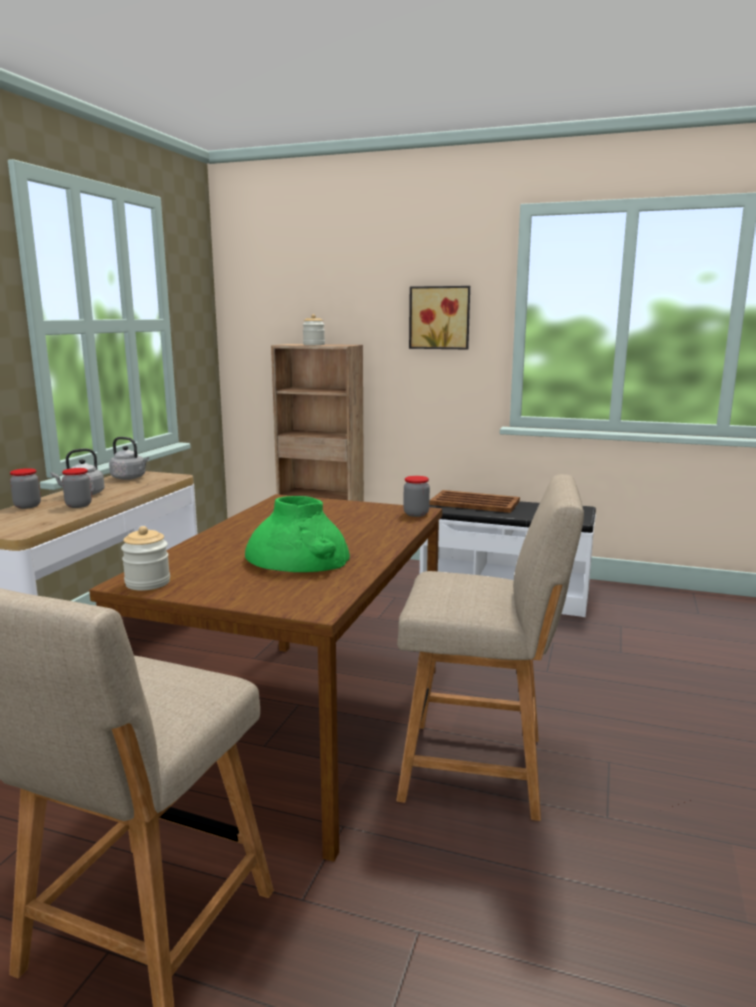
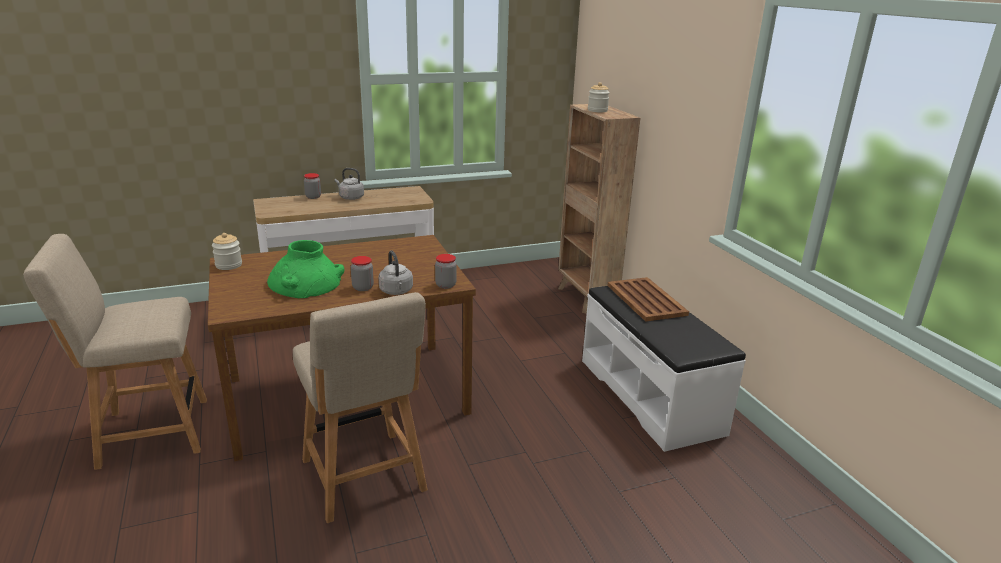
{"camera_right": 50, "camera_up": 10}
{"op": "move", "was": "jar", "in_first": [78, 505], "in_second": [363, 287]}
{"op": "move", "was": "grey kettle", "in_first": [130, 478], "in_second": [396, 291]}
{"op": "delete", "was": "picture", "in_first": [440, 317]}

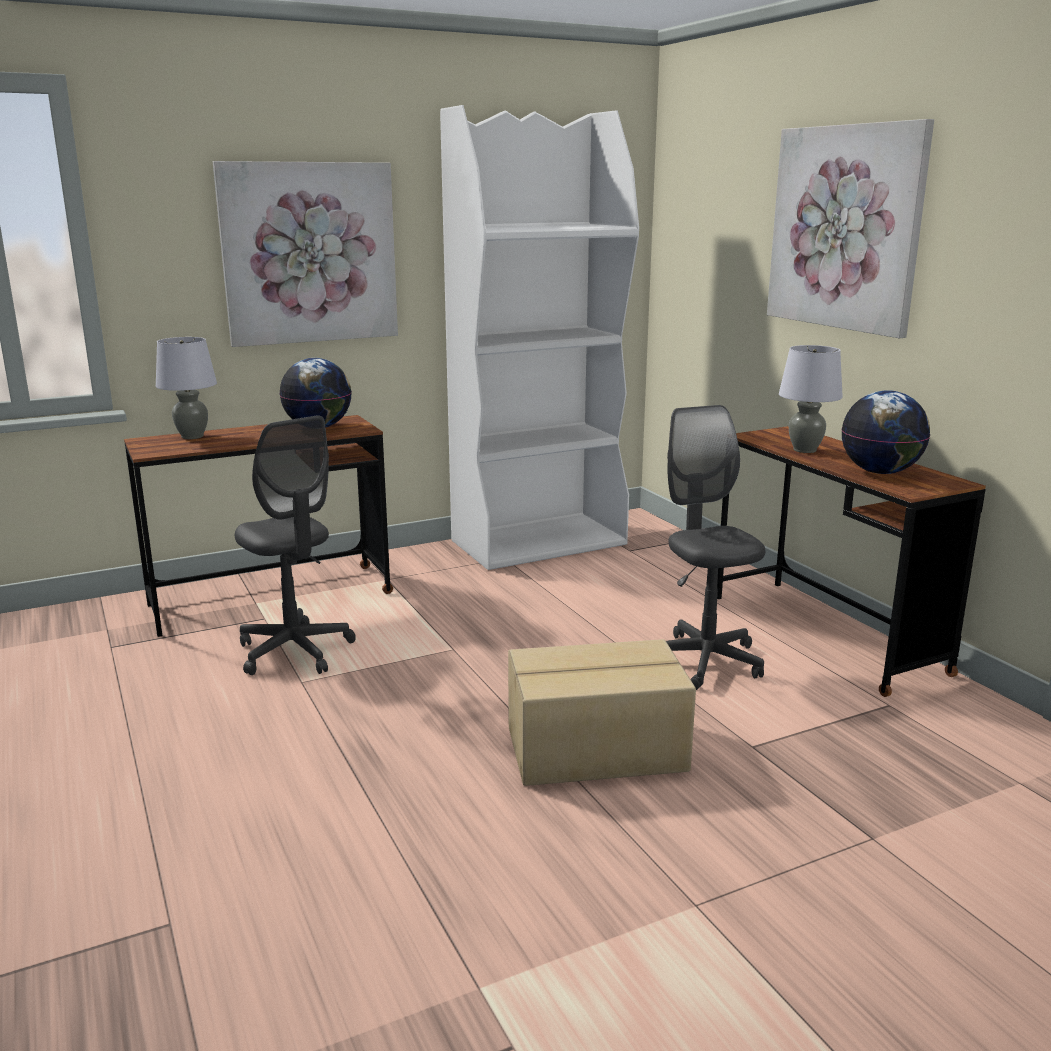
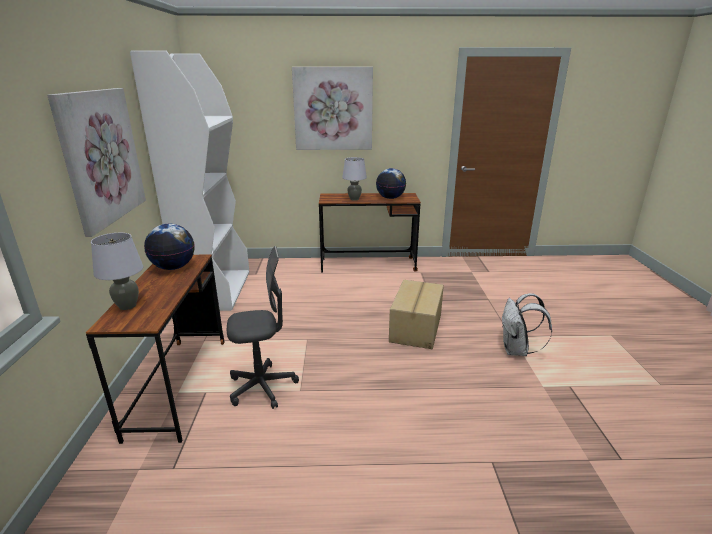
{"camera_right": -65, "camera_up": 5}
{"op": "delete", "was": "grey office chair", "in_first": [704, 661]}
{"op": "insert", "now": "white backpack", "in_second": [517, 351]}

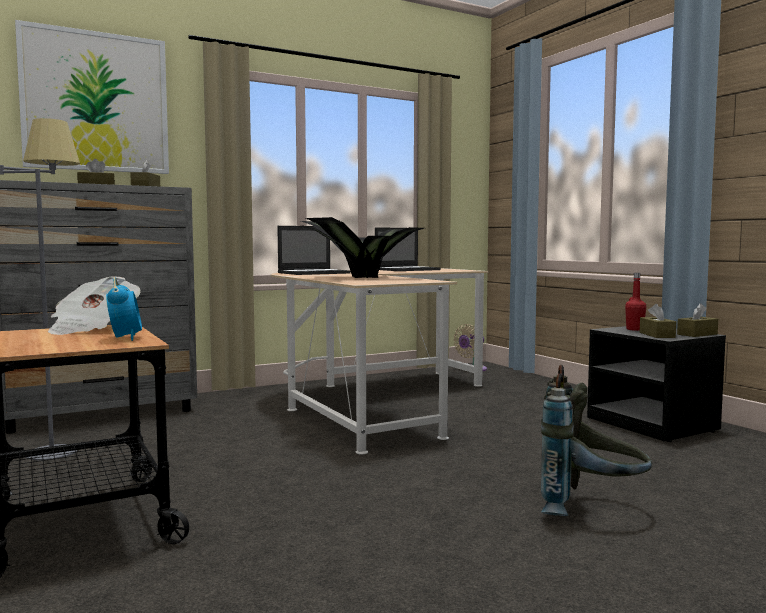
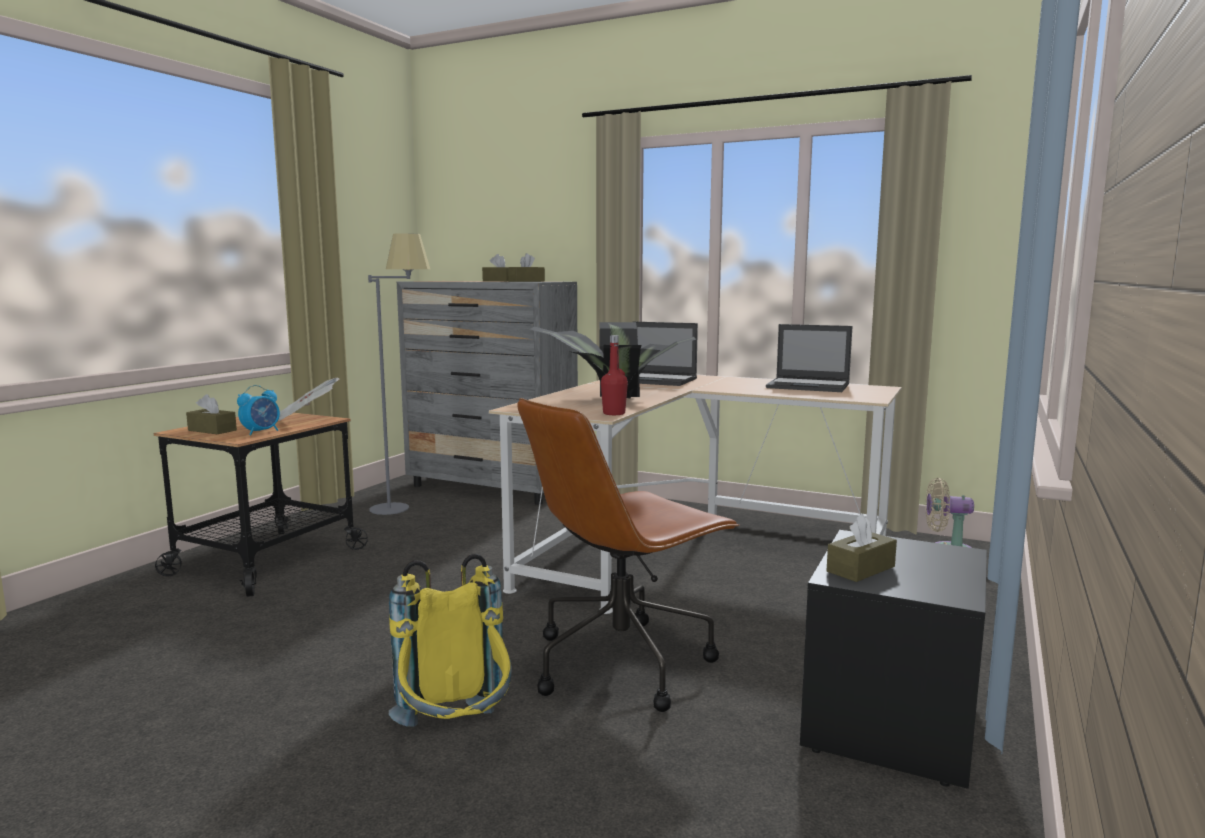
{"camera_right": 55, "camera_up": 5}
{"op": "delete", "was": "picture", "in_first": [96, 102]}
{"op": "recolor", "was": "grey backpack", "now": "yellow backpack", "in_first": [589, 508], "in_second": [456, 737]}
{"op": "move", "was": "red bottle", "in_first": [634, 329], "in_second": [614, 413]}
{"op": "move", "was": "brown tissue box", "in_first": [697, 334], "in_second": [212, 430]}
{"op": "insert", "now": "brown office chair", "in_second": [623, 662]}

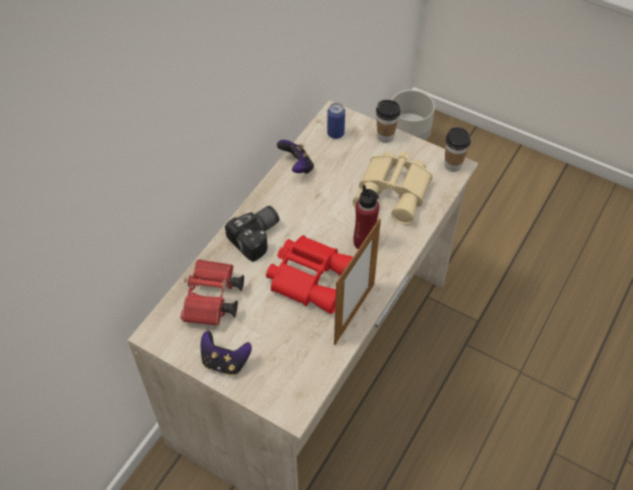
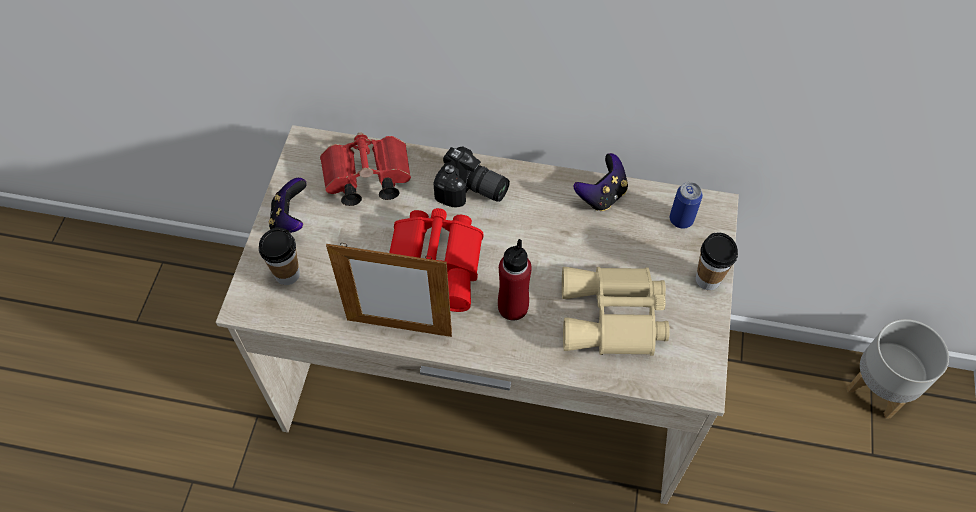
{"camera_right": 70, "camera_up": 5}
{"op": "move", "was": "cup", "in_first": [453, 165], "in_second": [287, 274]}

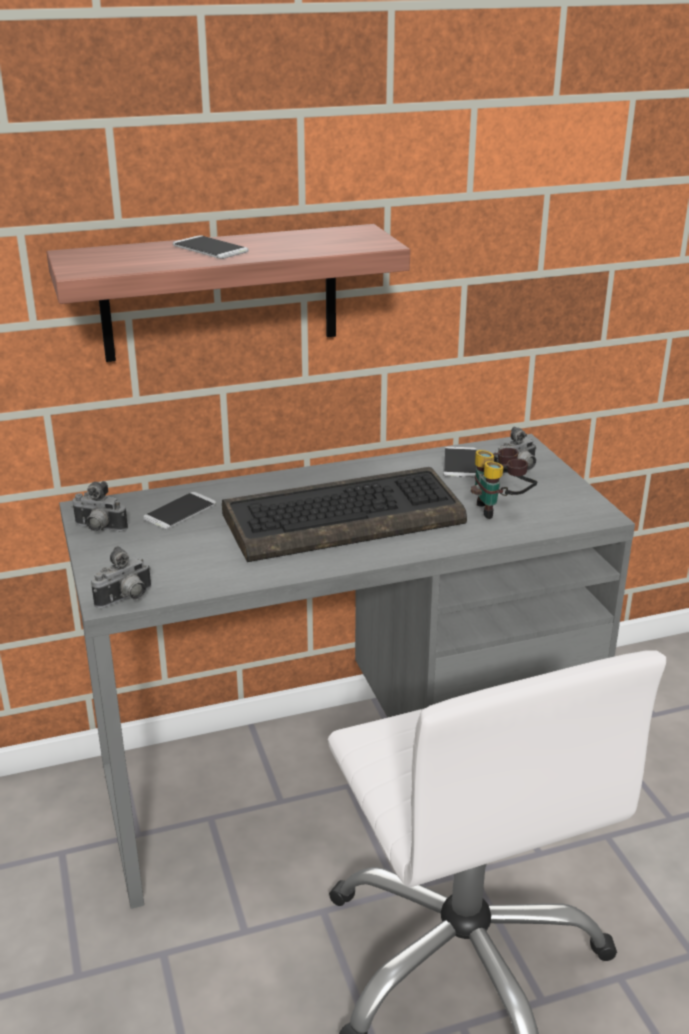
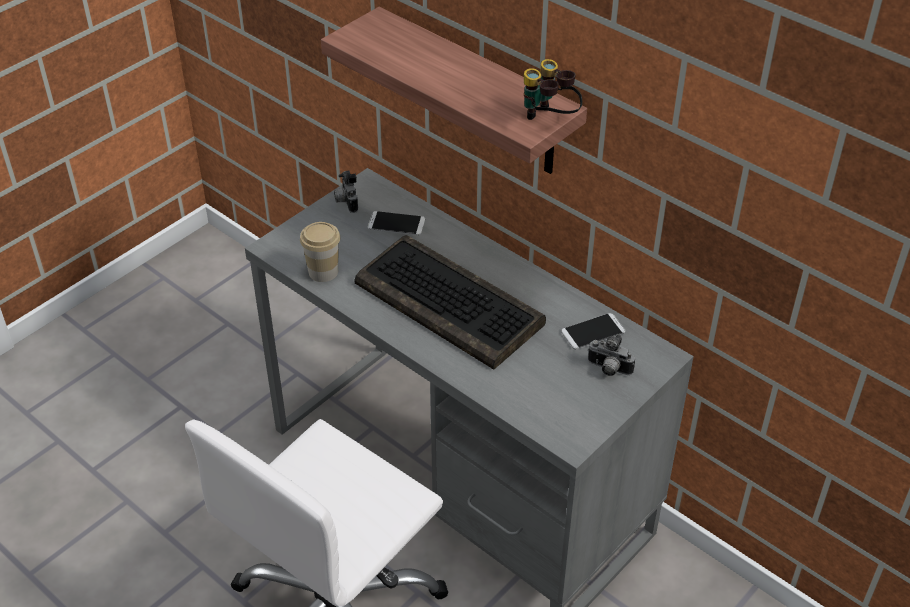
{"camera_right": 60, "camera_up": 15}
{"op": "delete", "was": "photo camera", "in_first": [126, 599]}
{"op": "delete", "was": "phone", "in_first": [210, 248]}
{"op": "move", "was": "binoculars", "in_first": [500, 509], "in_second": [549, 120]}
{"op": "insert", "now": "cup", "in_second": [323, 272]}

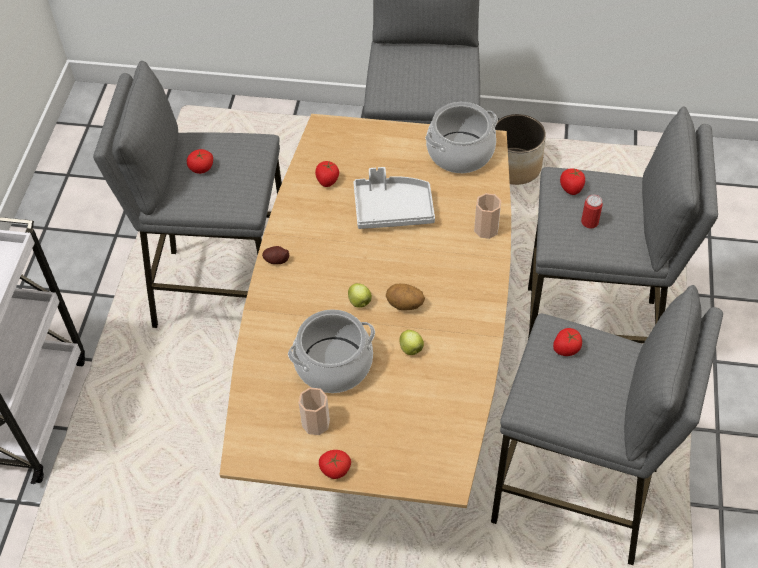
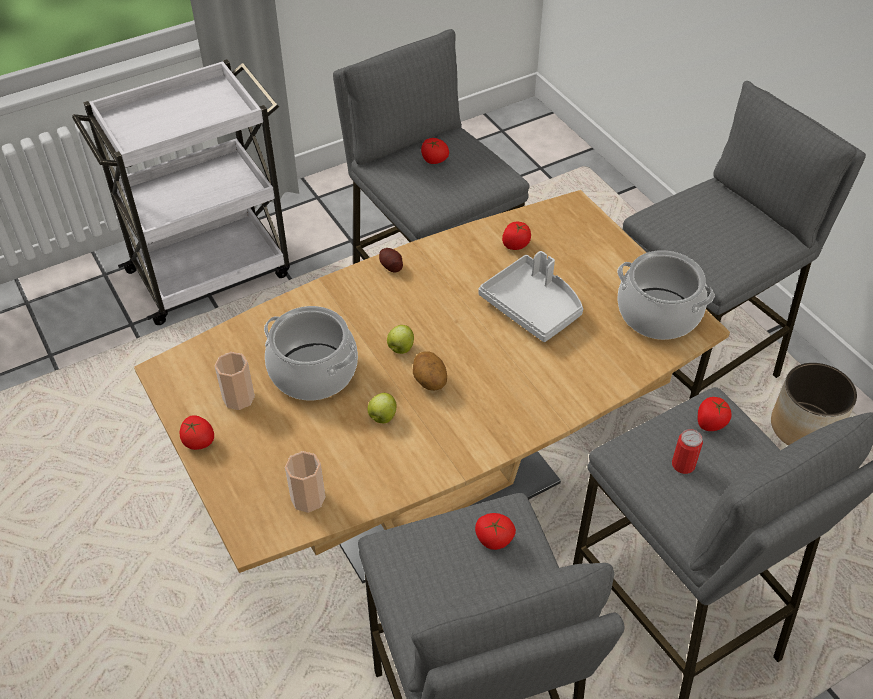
{"camera_right": 50, "camera_up": -5}
{"op": "move", "was": "cup", "in_first": [486, 229], "in_second": [308, 498]}

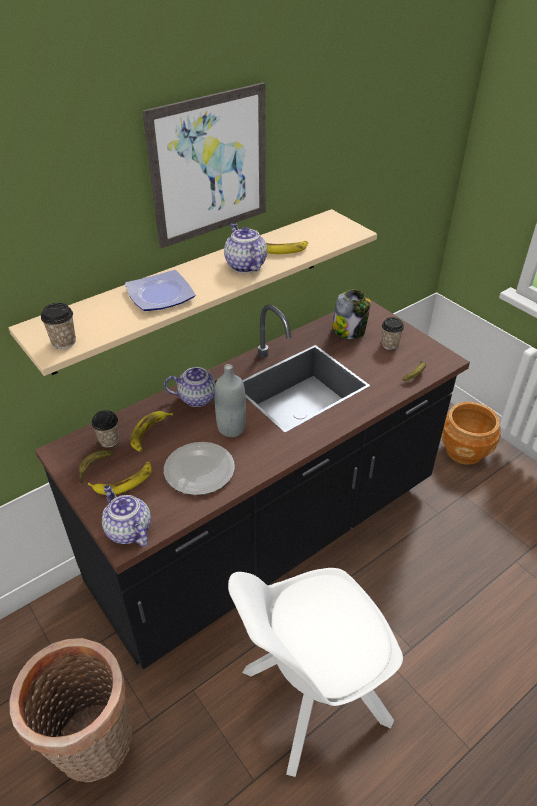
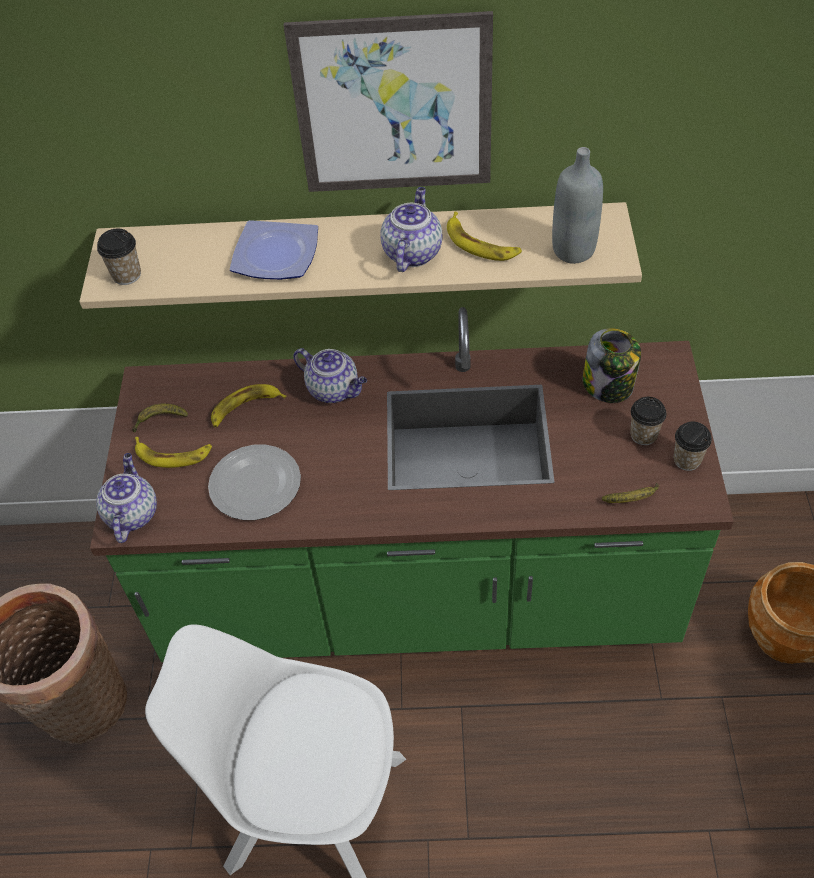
{"camera_right": 40, "camera_up": 10}
{"op": "recolor", "was": "black counter", "now": "green counter", "in_first": [268, 534], "in_second": [419, 593]}
{"op": "move", "was": "cup", "in_first": [109, 440], "in_second": [687, 460]}
{"op": "move", "was": "grey bottle", "in_first": [231, 428], "in_second": [573, 250]}

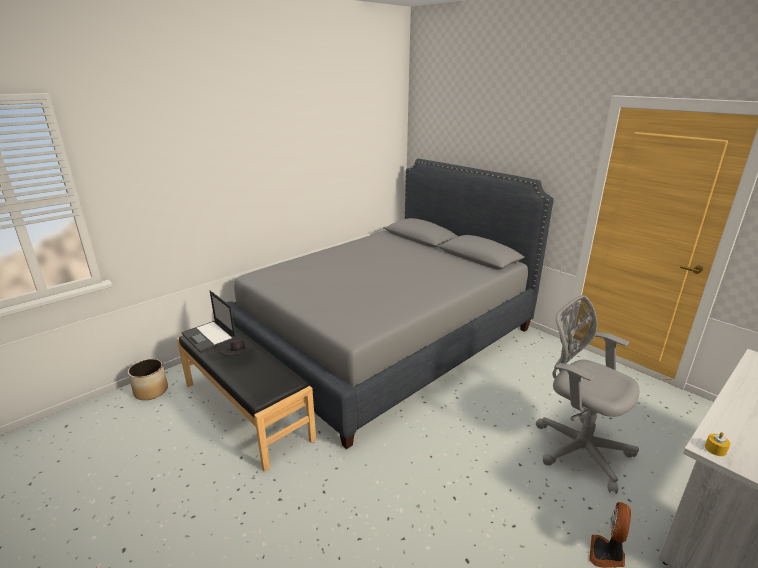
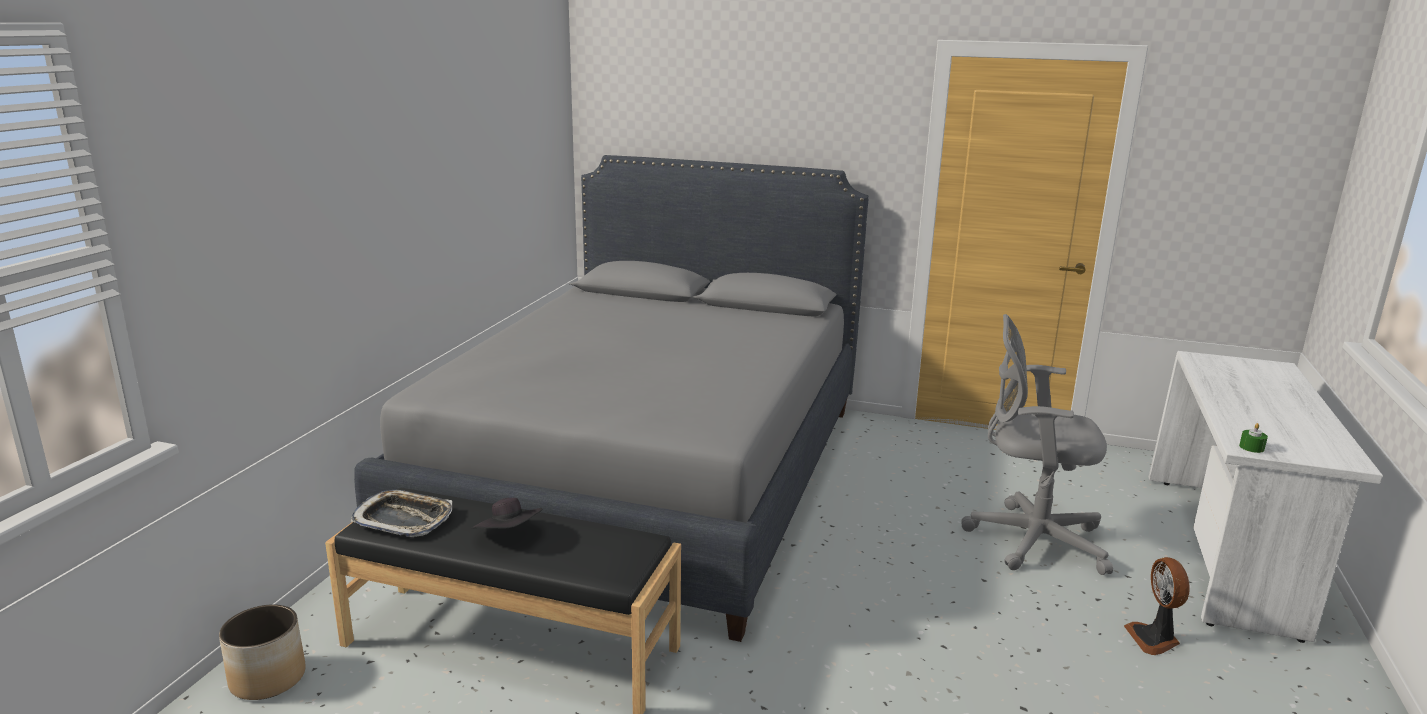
{"camera_right": -30, "camera_up": -5}
{"op": "replace", "was": "laptop", "now": "tray", "in_first": [209, 336], "in_second": [404, 519]}
{"op": "recolor", "was": "yellow candle", "now": "green candle", "in_first": [715, 449], "in_second": [1251, 447]}

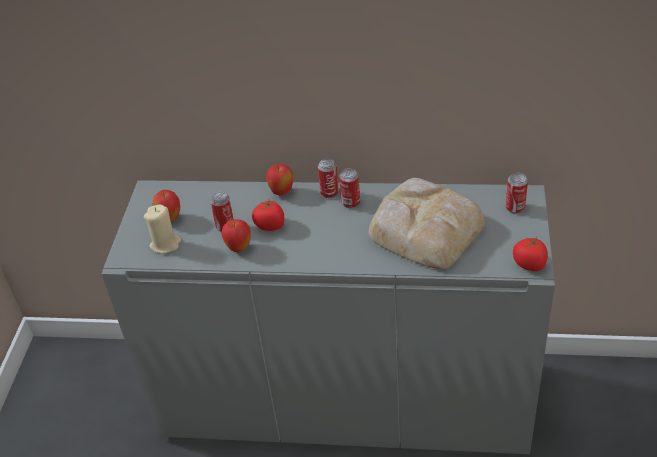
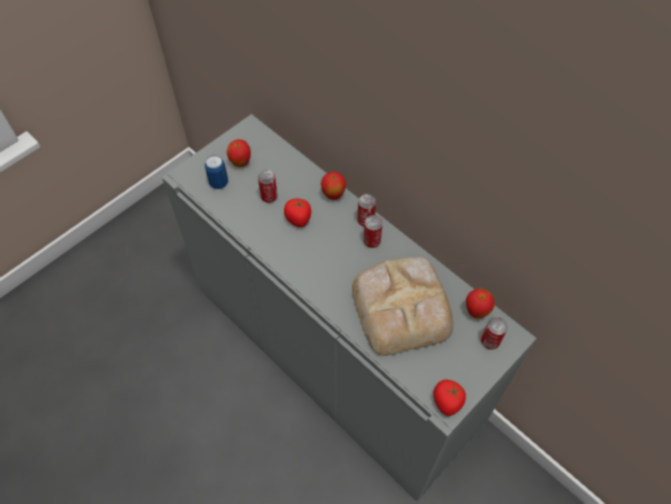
{"camera_right": 35, "camera_up": 15}
{"op": "replace", "was": "beige candle", "now": "can", "in_first": [165, 244], "in_second": [219, 183]}
{"op": "move", "was": "apple", "in_first": [239, 248], "in_second": [476, 312]}

